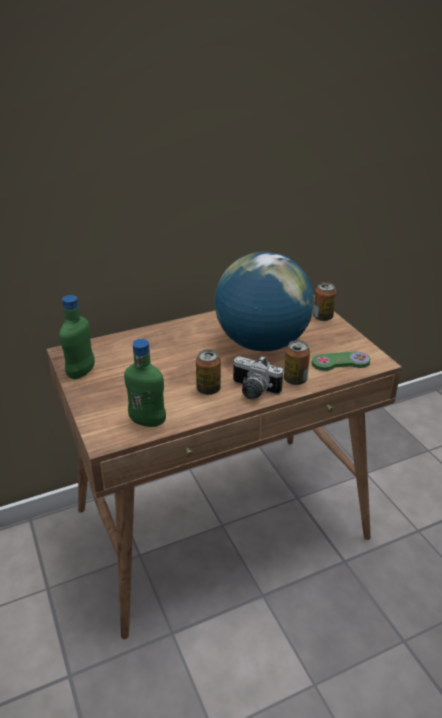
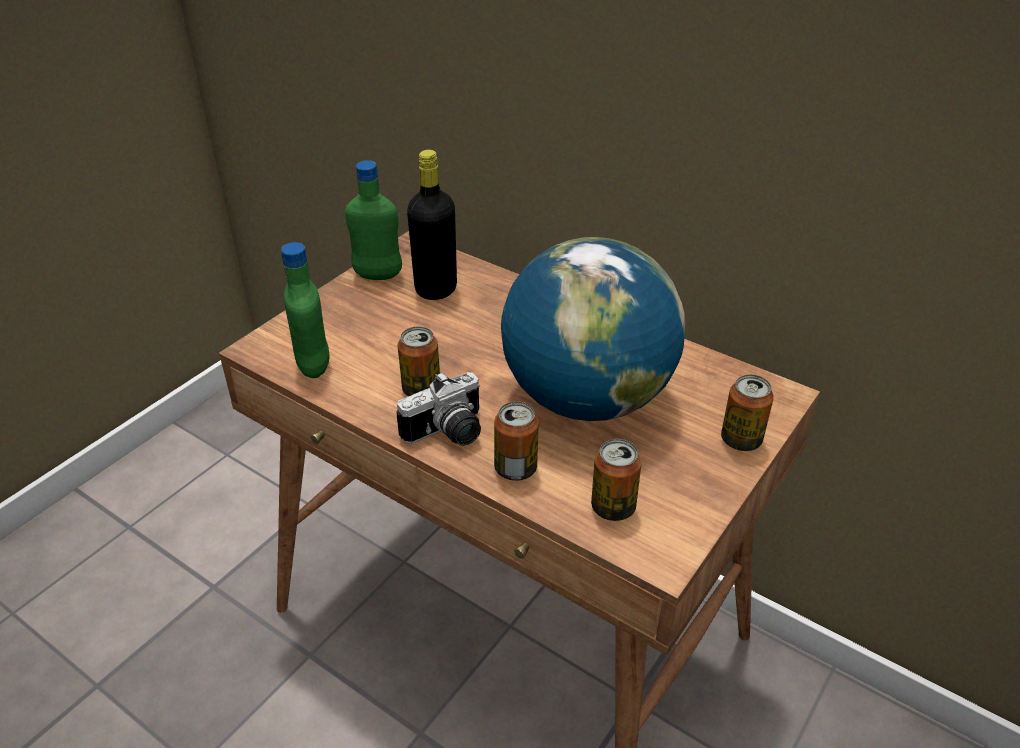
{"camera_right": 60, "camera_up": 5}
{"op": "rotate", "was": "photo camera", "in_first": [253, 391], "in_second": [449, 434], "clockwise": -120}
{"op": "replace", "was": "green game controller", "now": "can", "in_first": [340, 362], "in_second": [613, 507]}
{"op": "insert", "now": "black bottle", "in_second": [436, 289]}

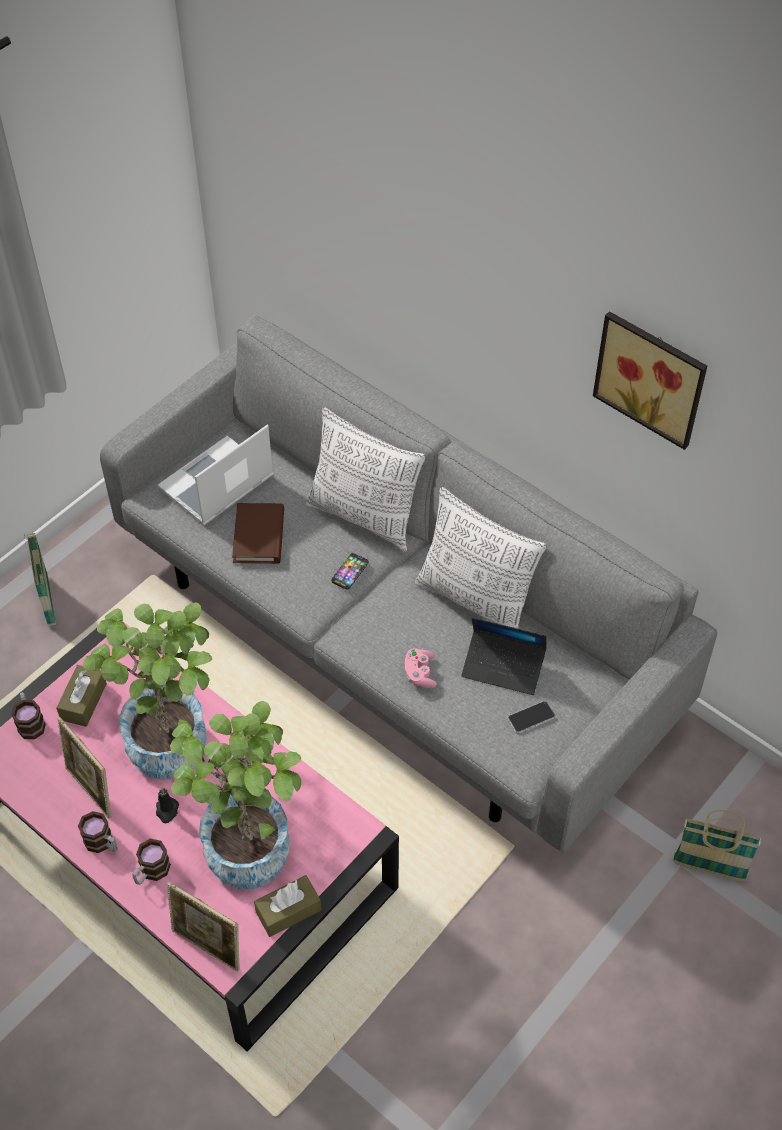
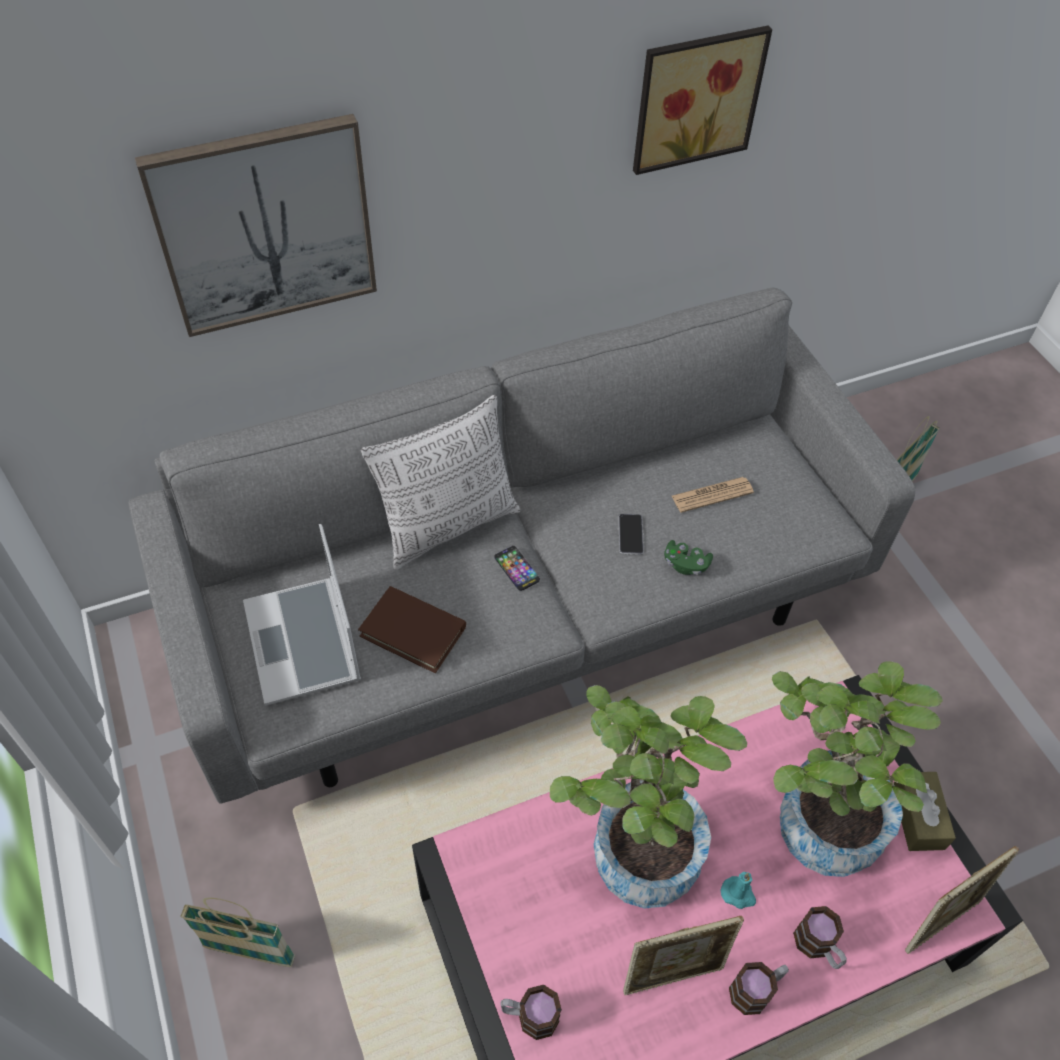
{"camera_right": -65, "camera_up": 0}
{"op": "delete", "was": "brown tissue box", "in_first": [83, 701]}
{"op": "recolor", "was": "black candle", "now": "turquoise candle", "in_first": [167, 811], "in_second": [738, 894]}
{"op": "recolor", "was": "pink game controller", "now": "green game controller", "in_first": [420, 673], "in_second": [685, 564]}
{"op": "delete", "was": "pillow", "in_first": [475, 600]}
{"op": "replace", "was": "laptop", "now": "newspaper", "in_first": [503, 667], "in_second": [712, 495]}
{"op": "move", "was": "phone", "in_first": [531, 717], "in_second": [630, 535]}
{"op": "insert", "now": "picture", "in_second": [265, 226]}

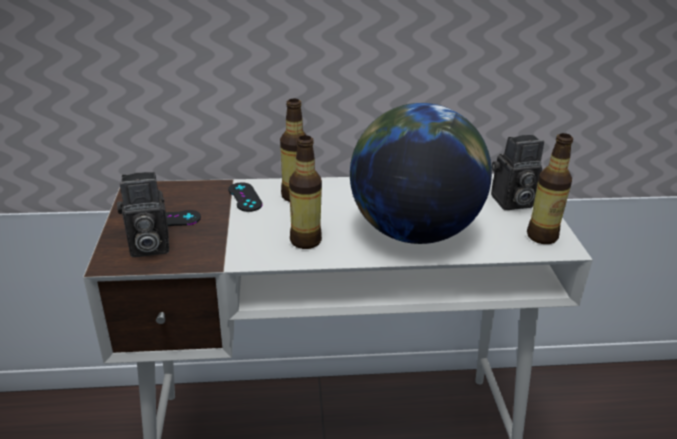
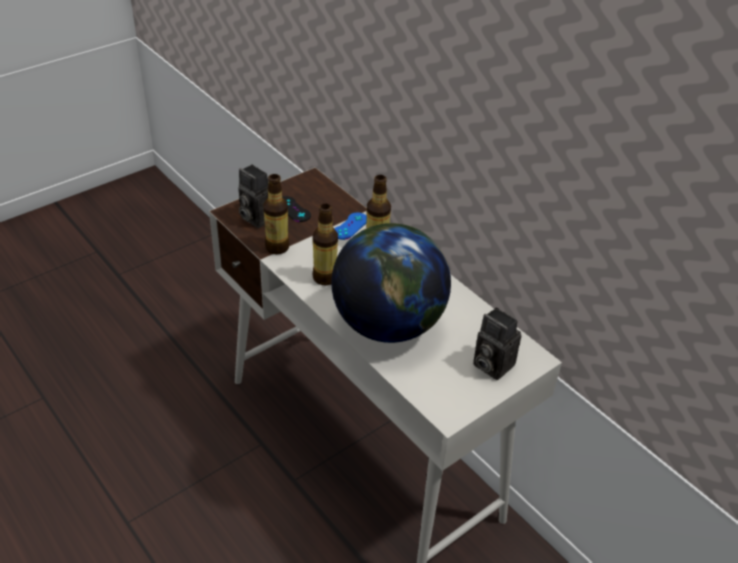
{"camera_right": 55, "camera_up": 10}
{"op": "recolor", "was": "black game controller", "now": "blue game controller", "in_first": [245, 197], "in_second": [350, 226]}
{"op": "move", "was": "bottle", "in_first": [542, 236], "in_second": [277, 247]}

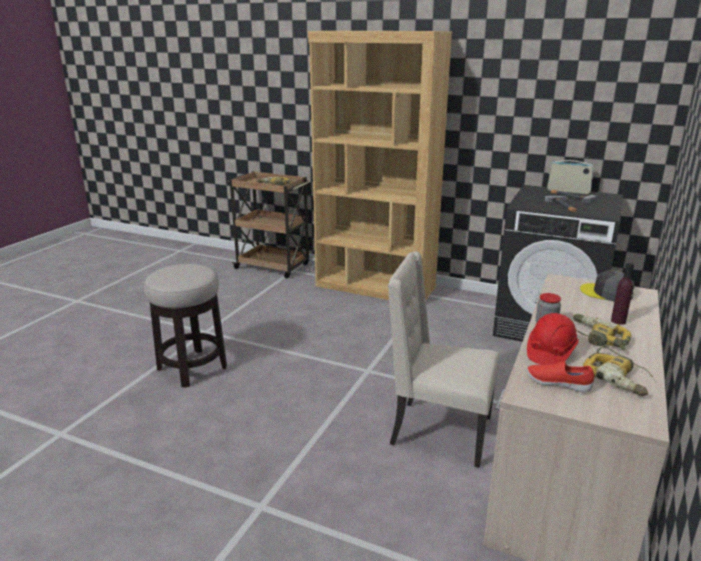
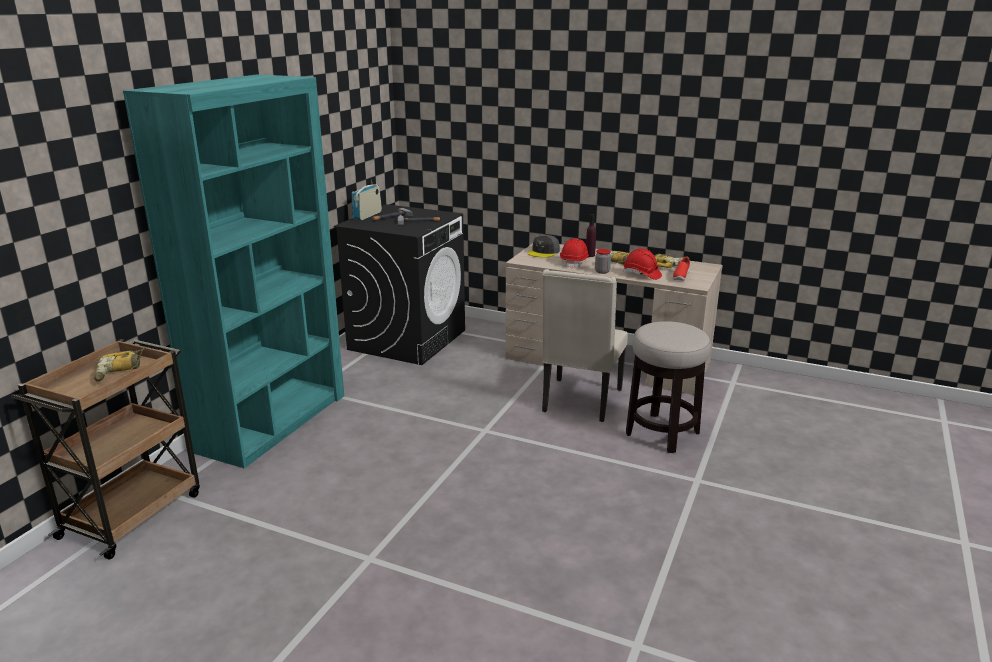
{"camera_right": -90, "camera_up": 0}
{"op": "move", "was": "stool", "in_first": [192, 368], "in_second": [662, 433]}
{"op": "recolor", "was": "brown bookcase", "now": "turquoise bookcase", "in_first": [375, 287], "in_second": [272, 422]}
{"op": "insert", "now": "red hard hat", "in_second": [574, 262]}

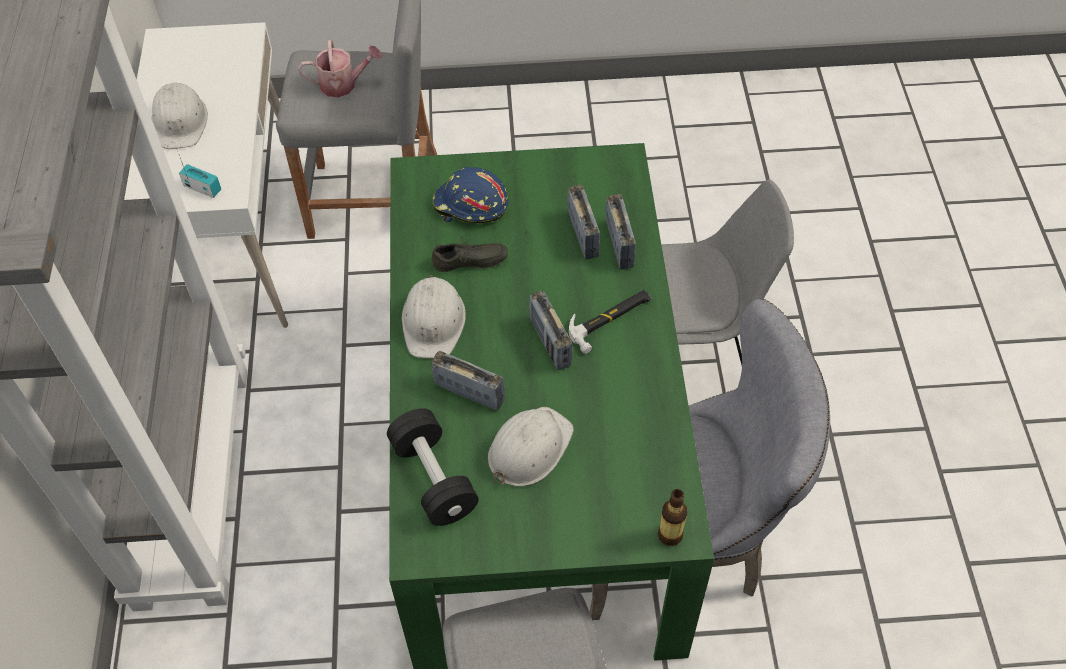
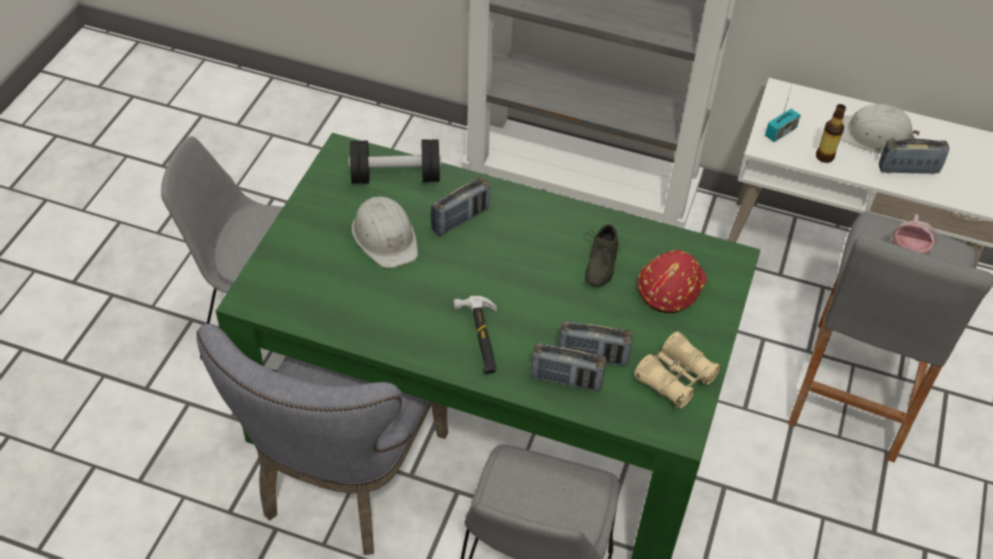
{"camera_right": 110, "camera_up": -5}
{"op": "delete", "was": "white hard hat", "in_first": [434, 321]}
{"op": "recolor", "was": "blue hard hat", "now": "red hard hat", "in_first": [470, 206], "in_second": [669, 286]}
{"op": "move", "was": "radio", "in_first": [550, 342], "in_second": [908, 169]}
{"op": "move", "was": "bottle", "in_first": [670, 535], "in_second": [824, 156]}
{"op": "insert", "now": "beige binoculars", "in_second": [675, 378]}

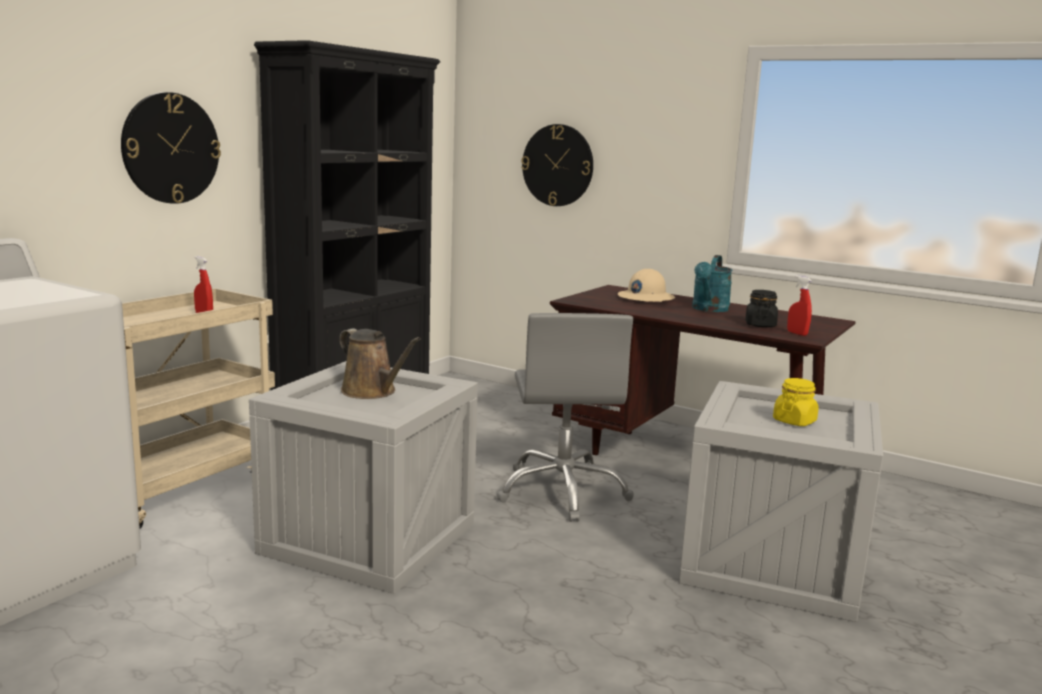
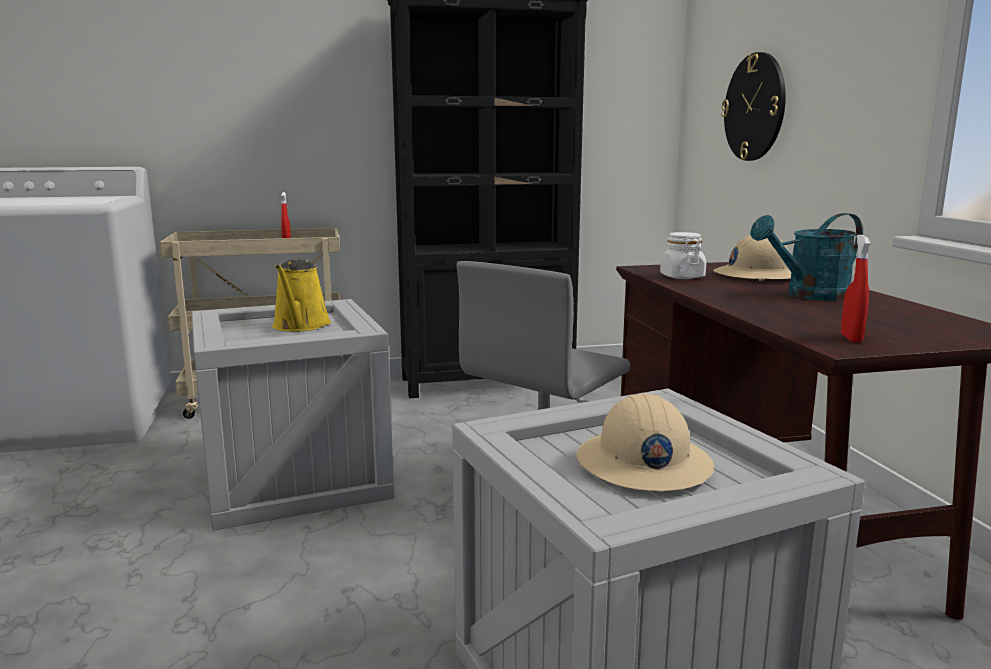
{"camera_right": 45, "camera_up": 0}
{"op": "delete", "was": "wall clock", "in_first": [170, 148]}
{"op": "recolor", "was": "brown watering can", "now": "yellow watering can", "in_first": [372, 392], "in_second": [300, 326]}
{"op": "delete", "was": "black jar", "in_first": [760, 325]}
{"op": "replace", "was": "yellow jar", "now": "beige hard hat", "in_first": [794, 421], "in_second": [642, 464]}
{"op": "insert", "now": "white jar", "in_second": [682, 277]}

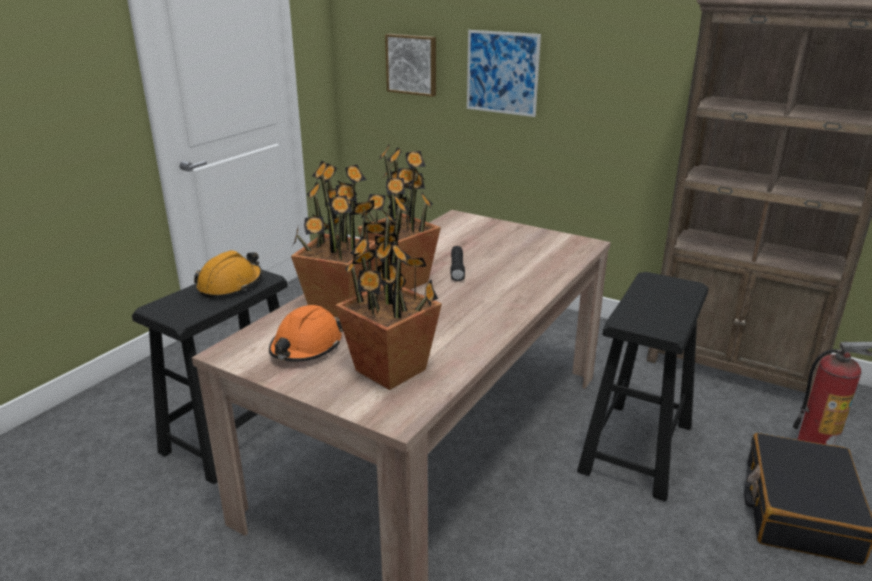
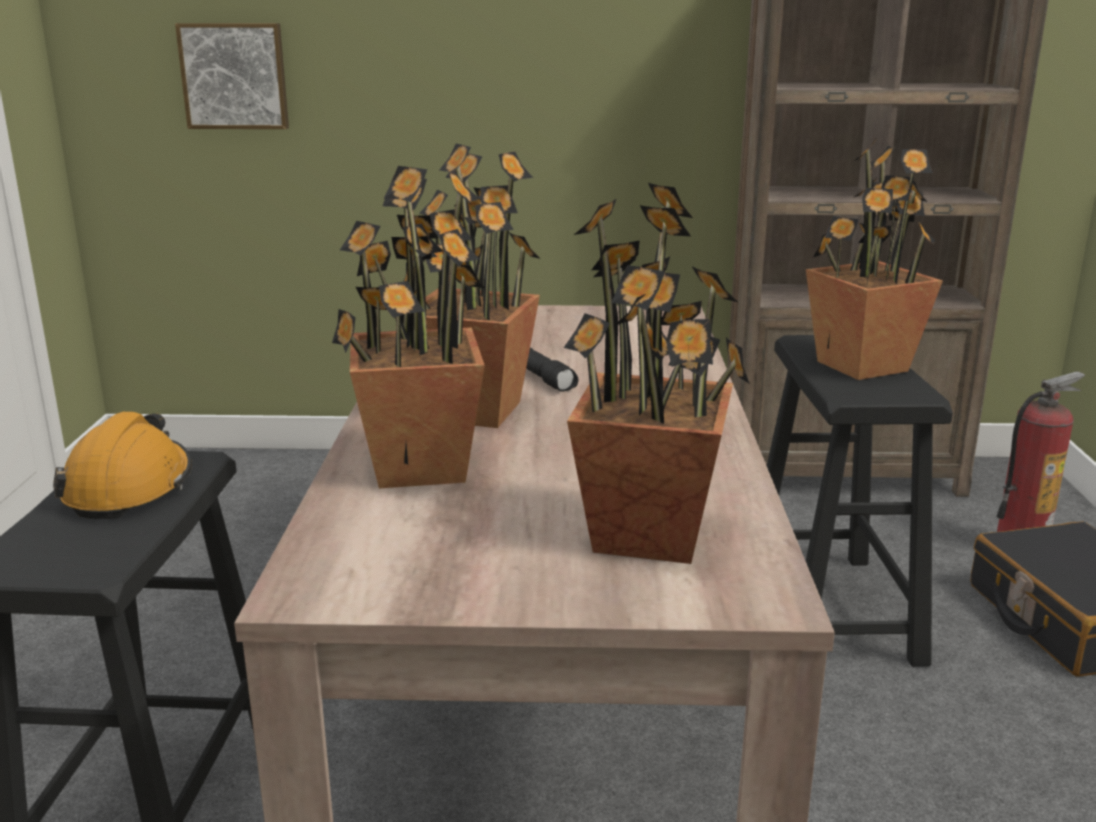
{"camera_right": -30, "camera_up": -5}
{"op": "delete", "was": "orange hard hat", "in_first": [306, 347]}
{"op": "delete", "was": "picture", "in_first": [502, 73]}
{"op": "insert", "now": "potted plant", "in_second": [863, 365]}

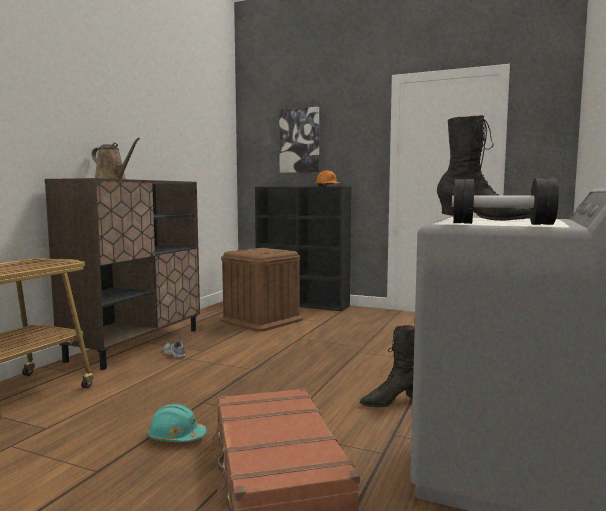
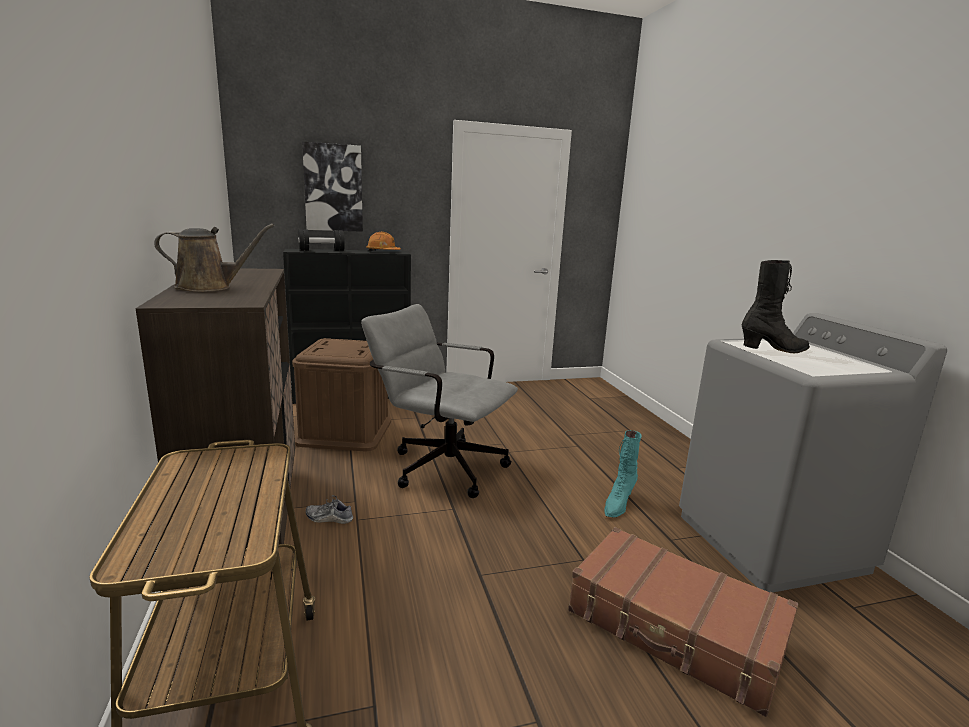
{"camera_right": -40, "camera_up": 10}
{"op": "delete", "was": "turquoise hard hat", "in_first": [176, 437]}
{"op": "recolor", "was": "black boot", "now": "turquoise boot", "in_first": [390, 401], "in_second": [618, 504]}
{"op": "move", "was": "black dumbbell", "in_first": [501, 224], "in_second": [321, 250]}
{"op": "insert", "now": "grey office chair", "in_second": [439, 465]}

